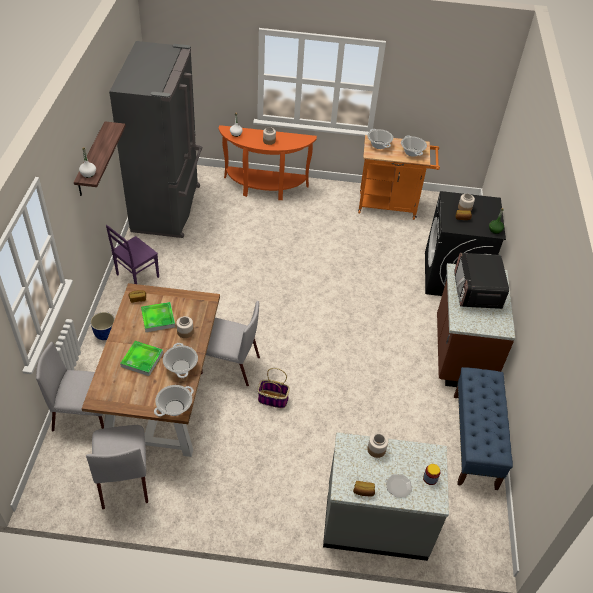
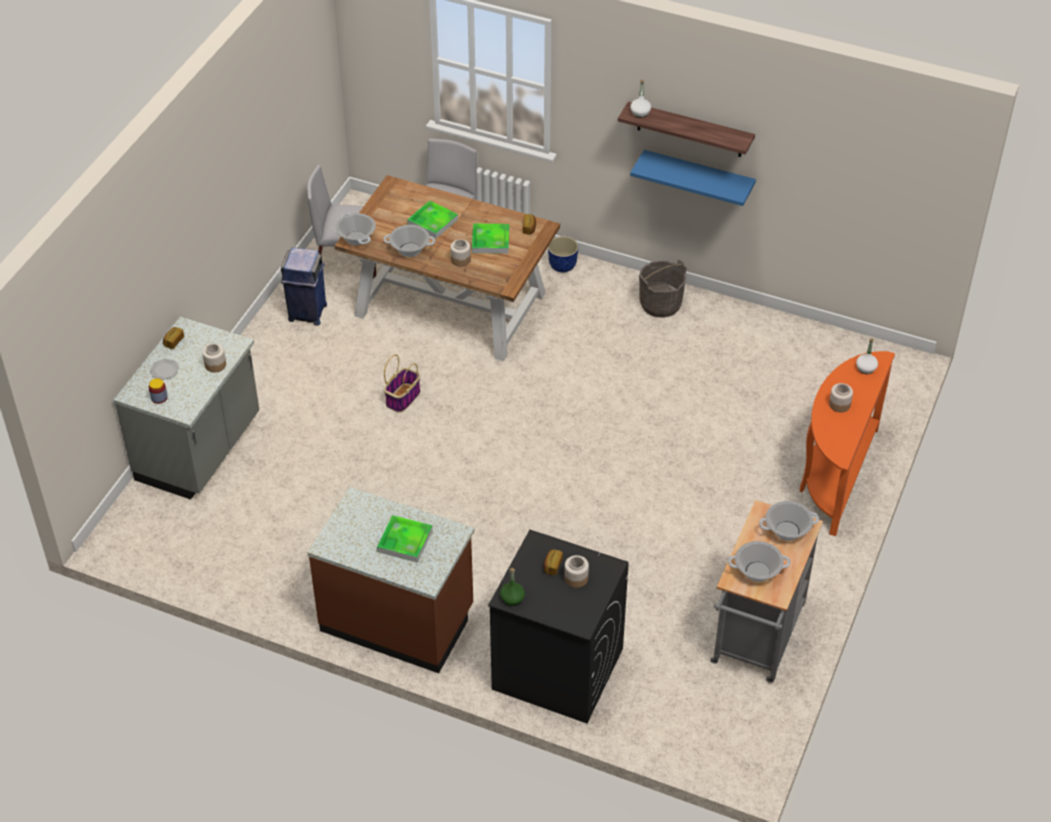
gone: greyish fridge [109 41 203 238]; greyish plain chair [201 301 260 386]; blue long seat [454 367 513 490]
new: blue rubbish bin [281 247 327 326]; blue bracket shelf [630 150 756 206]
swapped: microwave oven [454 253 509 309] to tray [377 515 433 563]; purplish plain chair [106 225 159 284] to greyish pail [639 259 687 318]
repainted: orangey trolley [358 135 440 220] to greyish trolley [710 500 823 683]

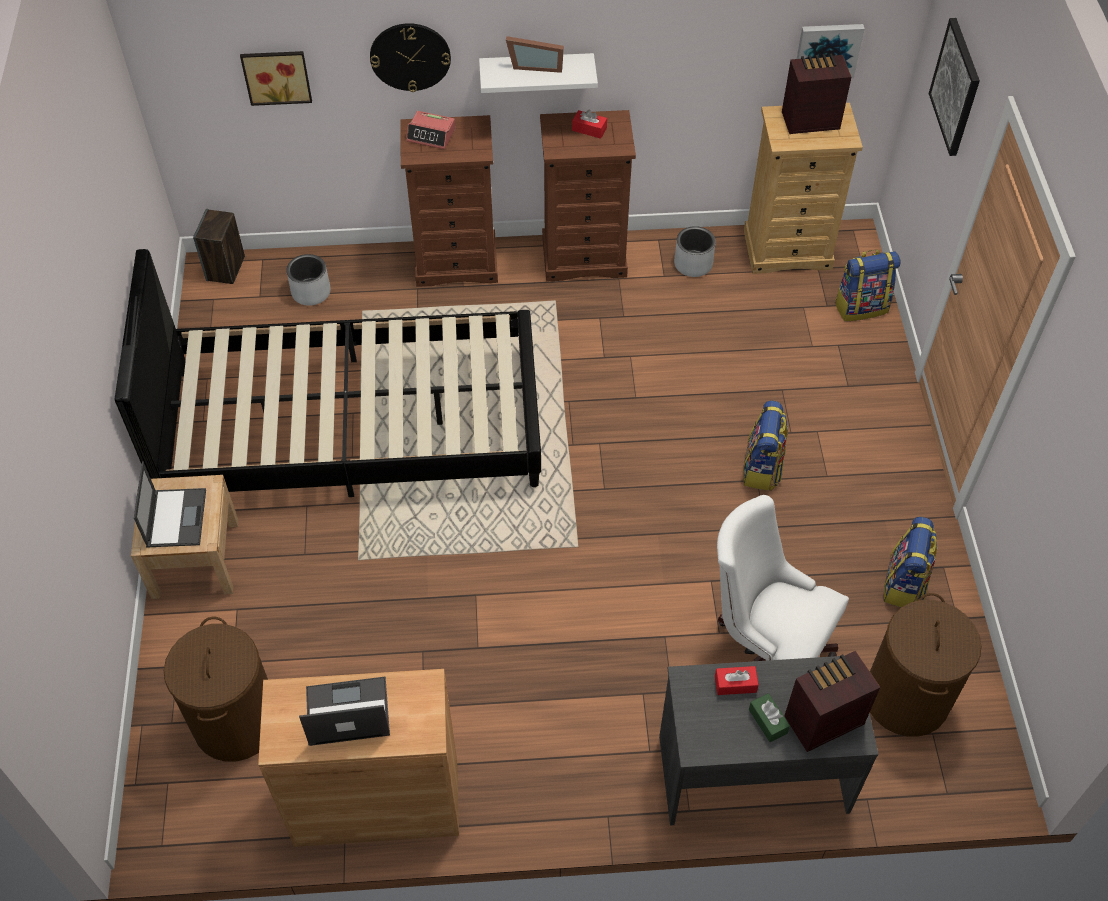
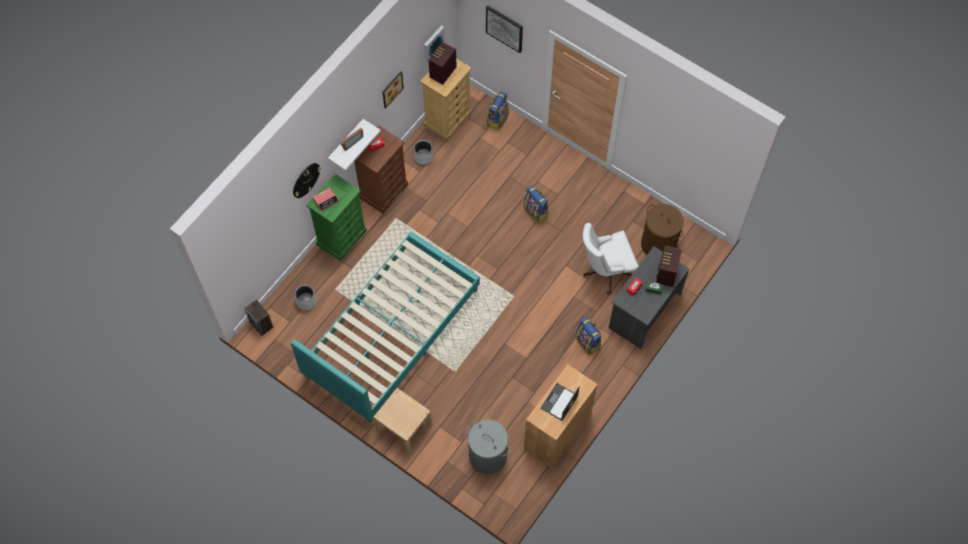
gone: laptop [134 461 206 548]
shifted: wall art [240 51 312 106] to [382 71 404 108]; knapsack [884 516 937 607] to [575 317 602 355]
repainted: black bedroom bed [115 249 541 497] to turquoise-coloured bedroom bed [291 232 480 423]; brown-coloured dresser [400 115 498 287] to green dresser [306 174 367 261]; brown-coloured hamper [164 617 268 762] to greyish hamper [466 420 510 474]

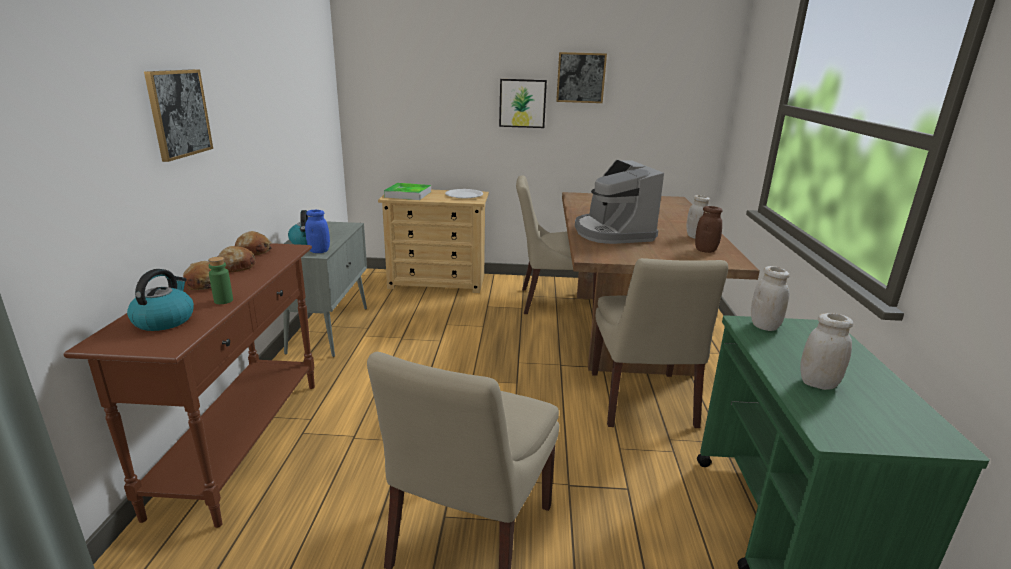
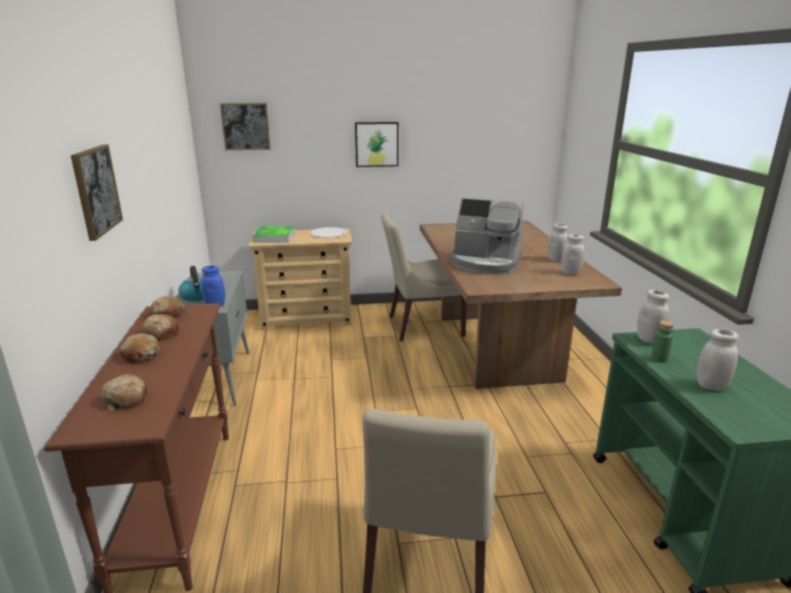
gone: beige-coloured plain chair [592 258 728 428]
shifted: wall art [556 52 607 103] to [220 103 271 150]; green bottle [208 257 233 304] to [651 321 674 363]
swapped: kettle [127 269 194 331] to bread [100 374 147 410]
repainted: brown-coloured jar [695 206 723 253] to whitish jar [561 234 584 275]
rotated: coffee brewer [575 160 664 244] = [450 197 524 274] 45 degrees counterclockwise

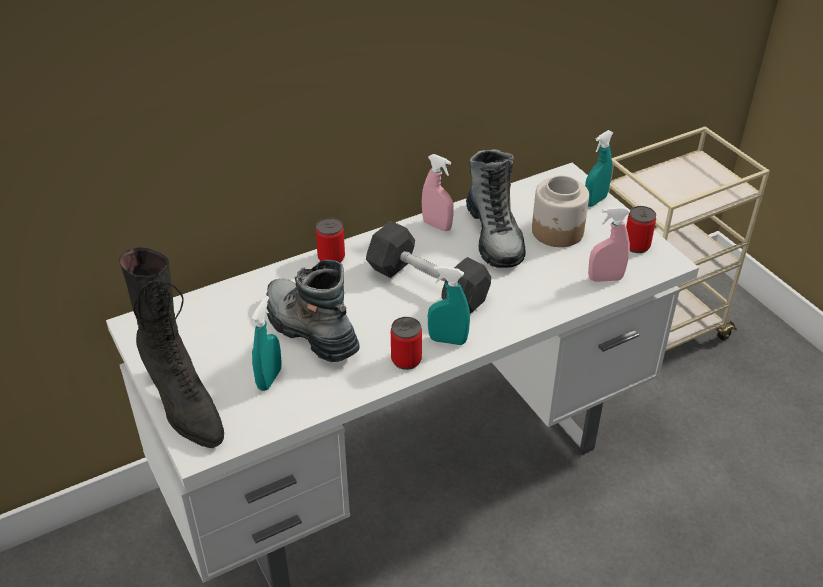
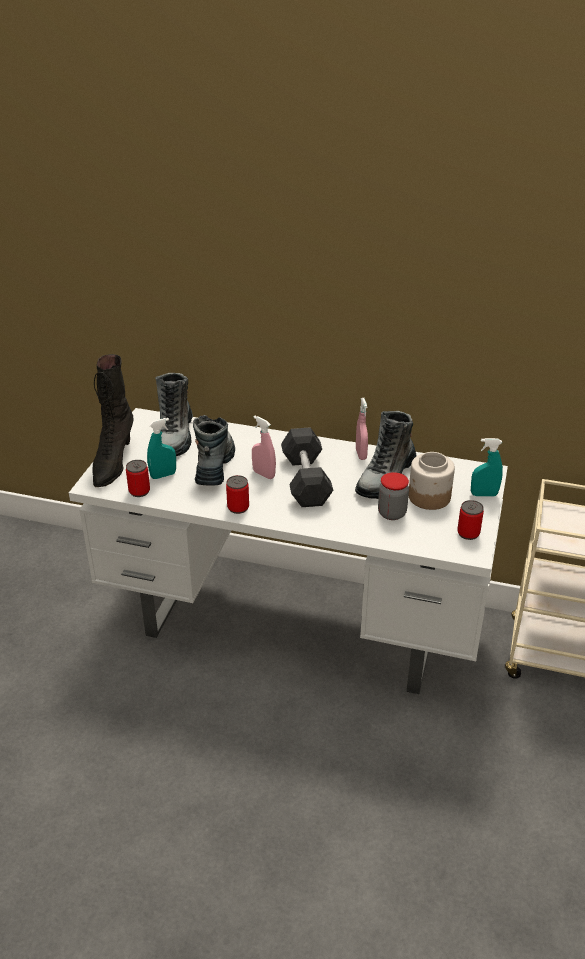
gone: turquoise-coloured sprayer [428 266 470 345]
new: tall boot [156 373 193 456]; jar [378 472 409 520]
shifted: metal can [316 217 345 263] to [126 460 150 497]; pink sprayer [588 207 630 282] to [252 416 276 479]

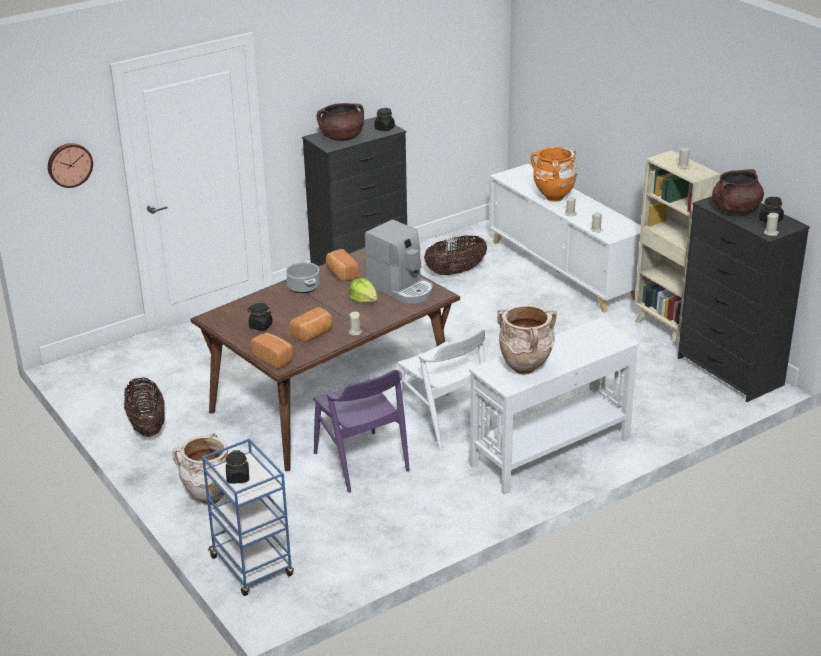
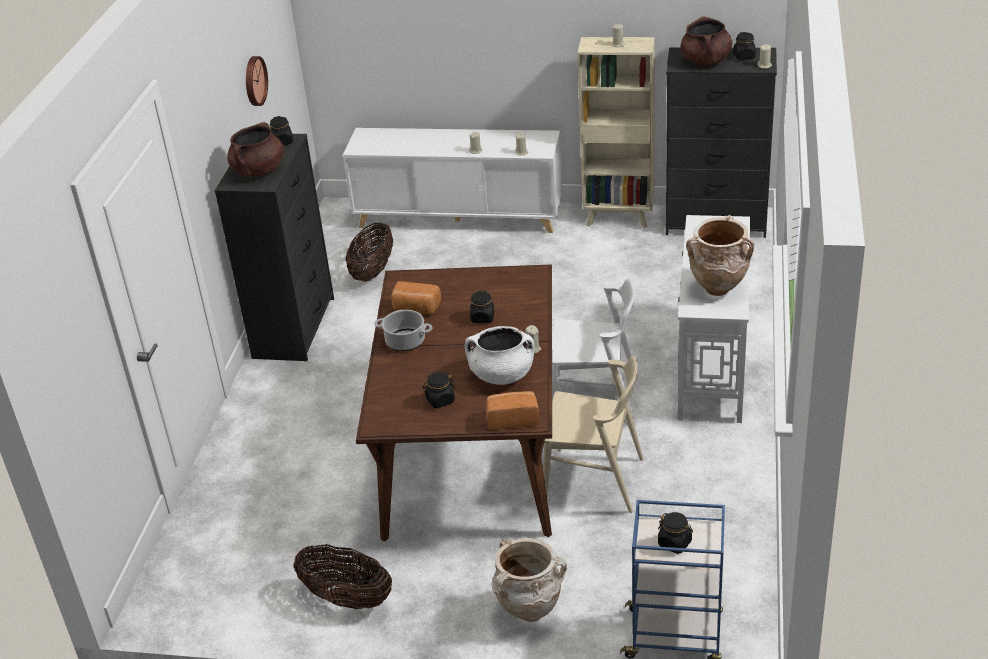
gone: coffee brewer [365 219 433 303]; orangey vase [530 147 578 202]
shifted: hanging clock [48 143 93 188] to [246 56 268 106]
swapped: bread [290 307 333 342] to whitish saucepot [464 326 535 385]; lettuce head [349 278 378 303] to black jar [470 290 494 323]
repainted: purplish plain chair [313 370 410 493] to beige-coloured plain chair [543 356 644 513]

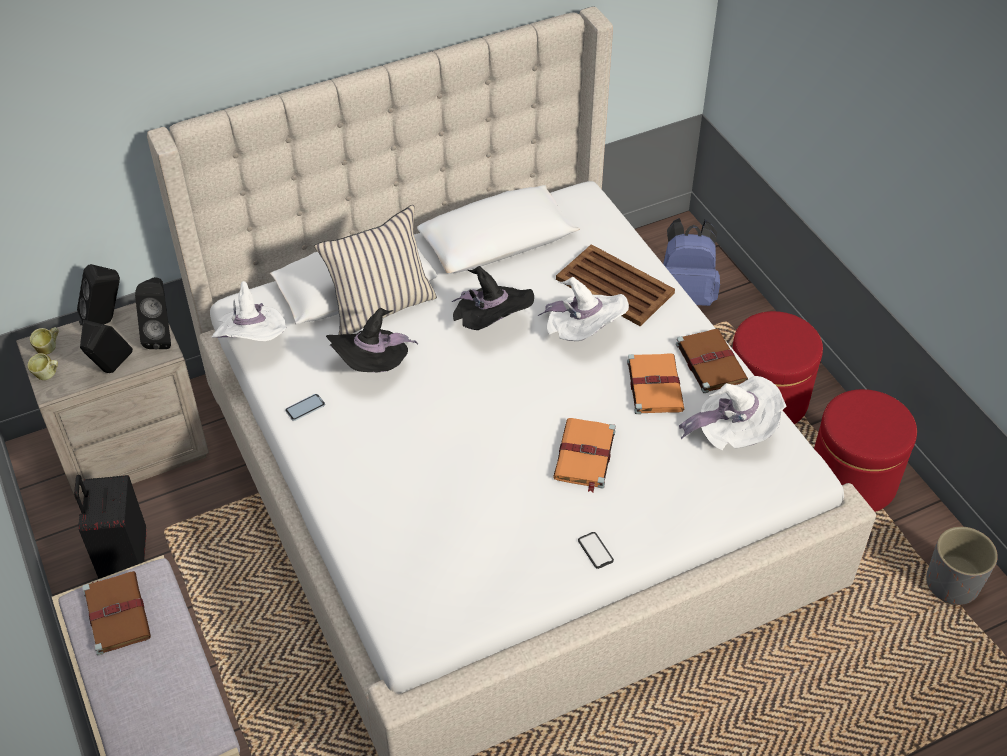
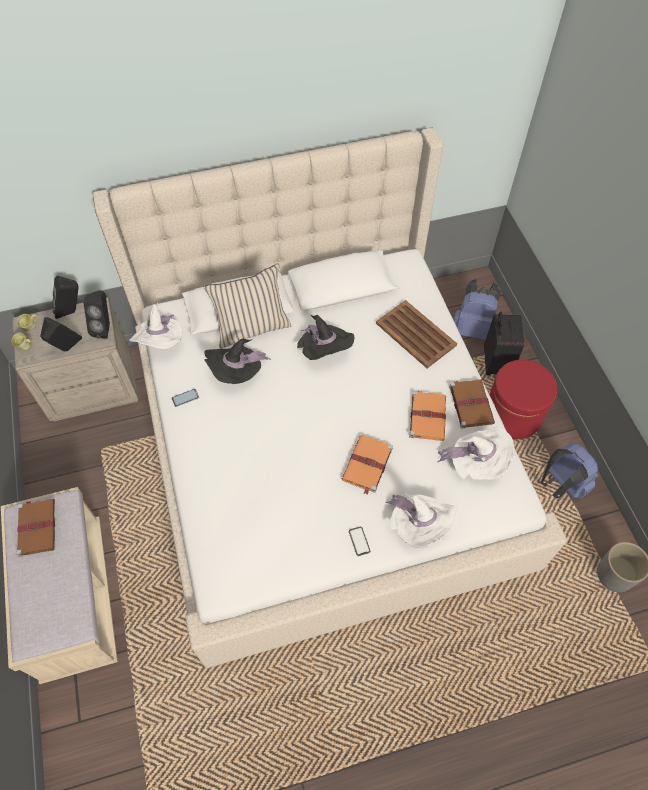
shifted: whitish hat [538 277 629 341] to [385 492 458 548]; black suitcase [74 475 146 579] to [484 311 524 376]
swapped: red pouffe [814 389 917 512] to blue knapsack [541 443 598 499]

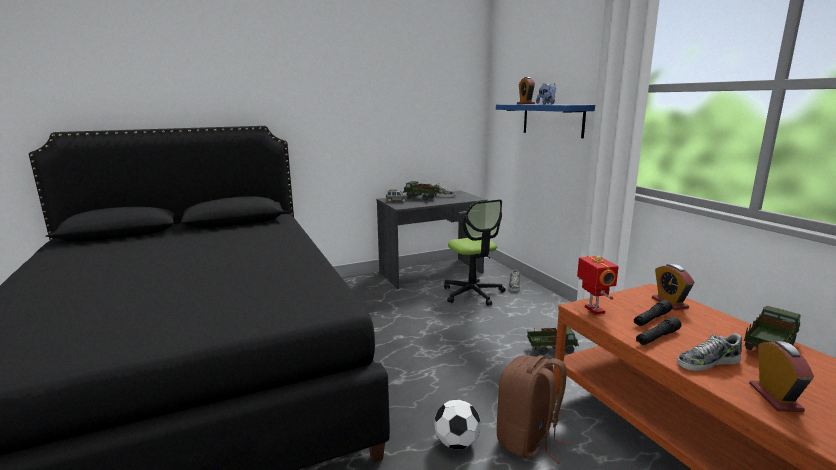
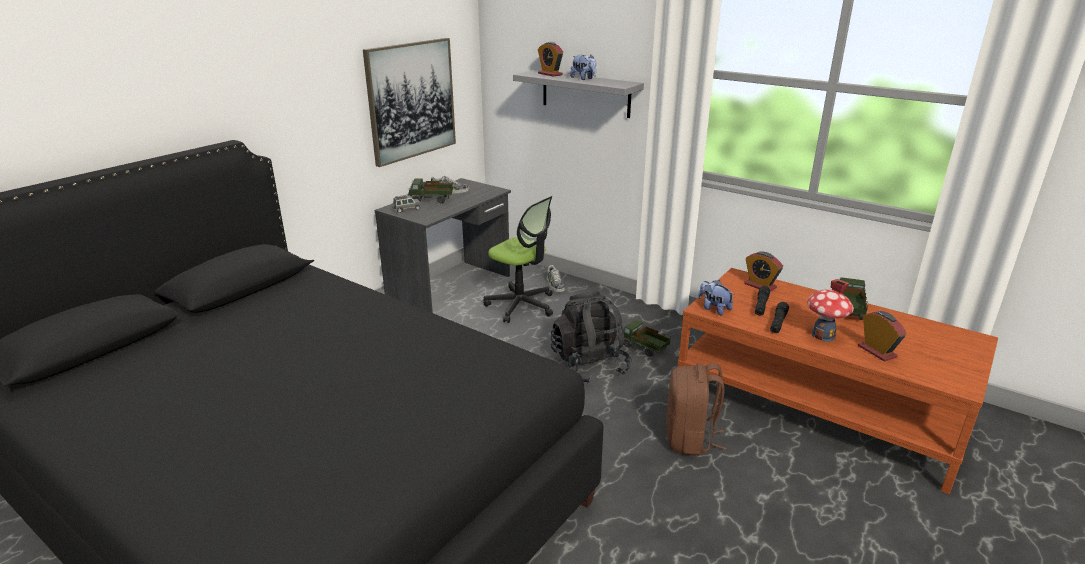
gone: ball for football [434 399 481 449]
new: wall art [363 38 456 167]; black knapsack [551 291 632 383]
swapped: robot figure [577 256 619 315] to plush toy [698 280 734 315]; item of footwear [677 333 742 371] to model house [807 279 854 342]
repainted: blue bracket shelf [496 104 595 138] to greyish bracket shelf [513 70 644 118]
rotated: model truck [527 326 579 355] = [623 320 671 357] 105 degrees counterclockwise

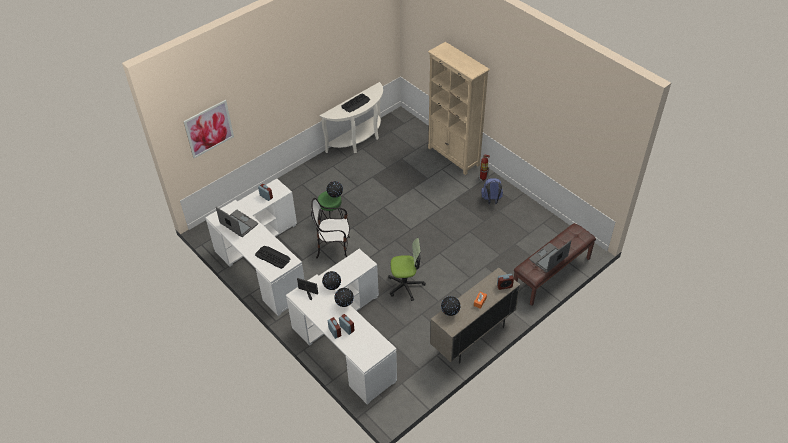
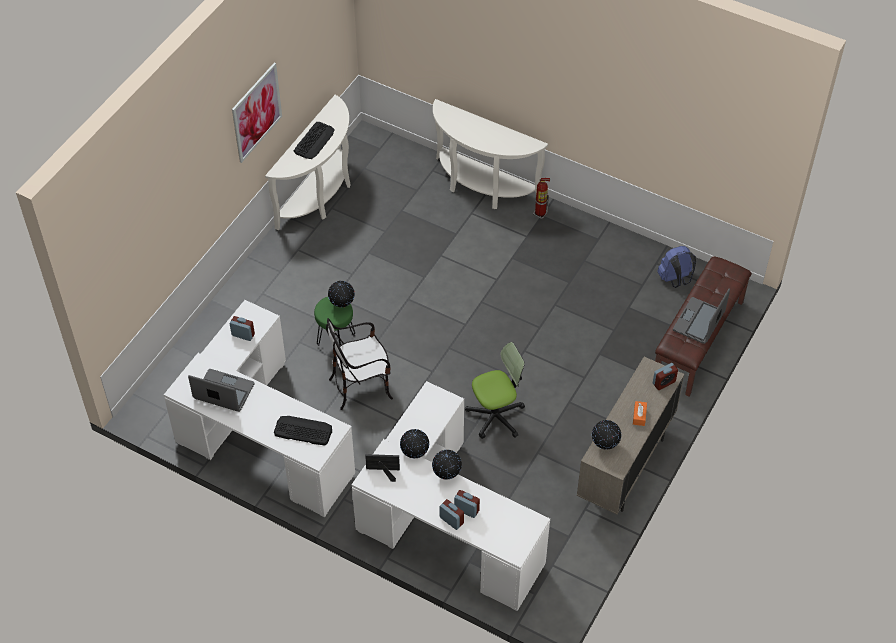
shifted: wall art [183 100 234 158] to [232 63 282 163]; blue knapsack [481 178 503 204] to [657 246 696 288]
swapped: beige-coloured bookshelf [428 42 490 175] to whitish console table [433 99 548 209]

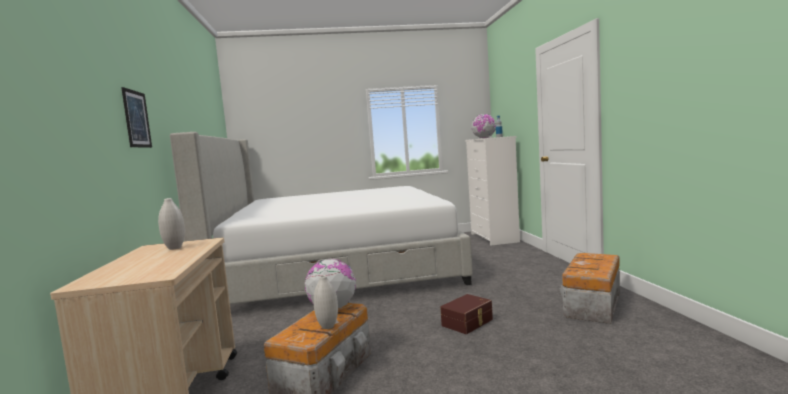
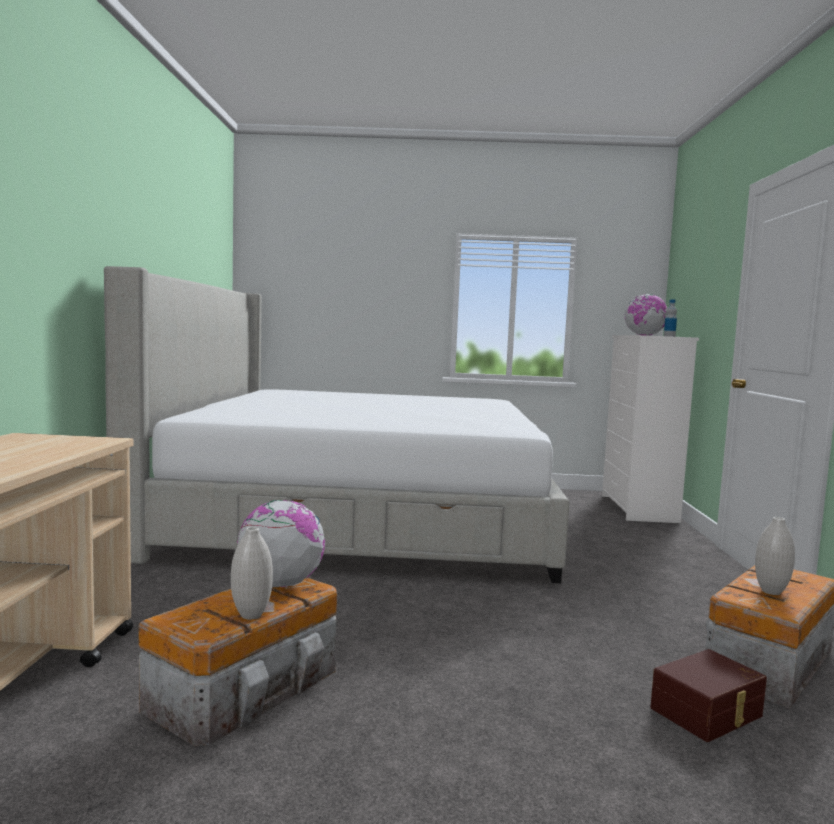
gone: wall art [121 87 152 148]
shifted: brown-coloured storage box [440 294 493 334] to [650 649 767 742]; whitish vase [158 198 185 250] to [755 517 795 595]

